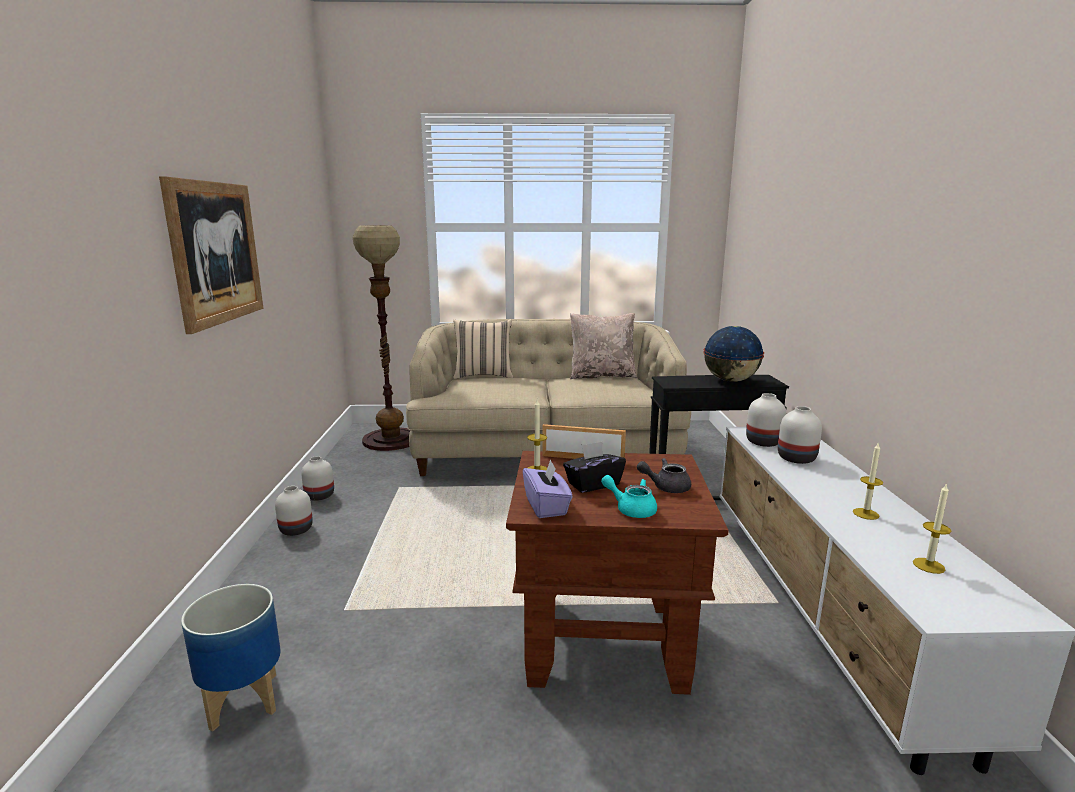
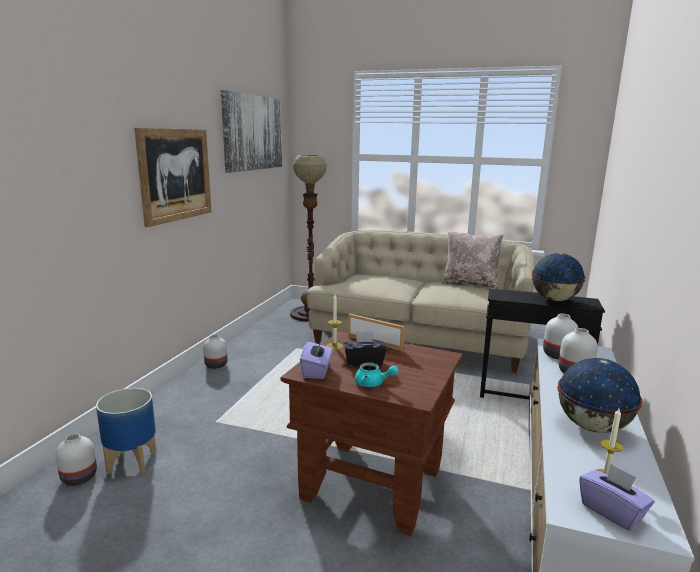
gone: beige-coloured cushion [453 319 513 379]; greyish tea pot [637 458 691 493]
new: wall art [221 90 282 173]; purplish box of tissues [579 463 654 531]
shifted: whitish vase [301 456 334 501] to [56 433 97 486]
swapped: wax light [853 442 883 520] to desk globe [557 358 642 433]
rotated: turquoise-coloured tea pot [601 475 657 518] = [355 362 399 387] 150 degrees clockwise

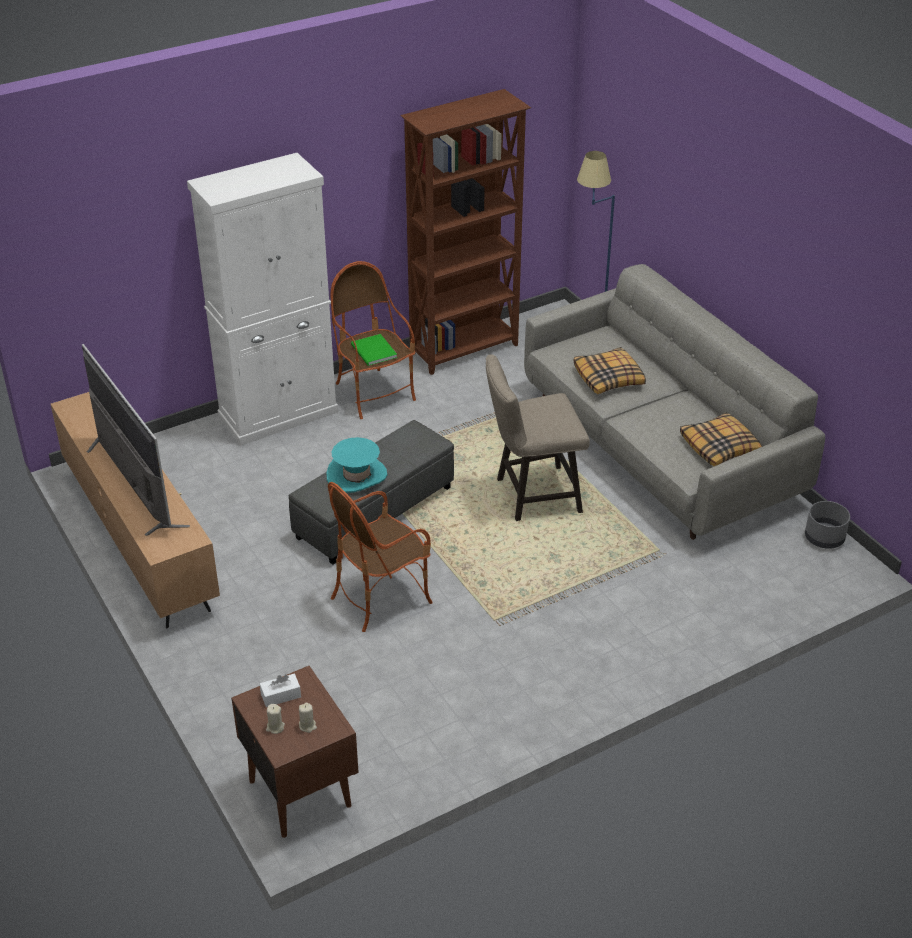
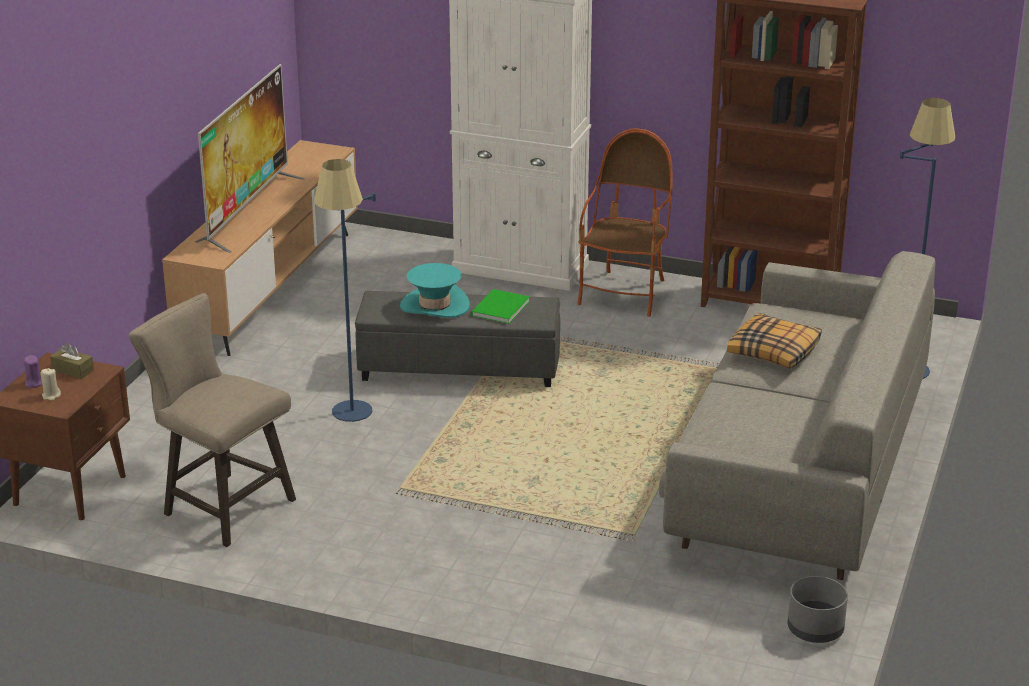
gone: cushion [680 412 762 466]
shifted: beige-coloured stool [486 354 590 521] to [129 293 296 547]; green bound book [351 334 397 366] to [471 289 530 324]
swapped: lounge chair [328 482 433 632] to blue floor lamp [314 159 376 422]
repainted: beige-coloured wax light [266 704 285 734] to purplish wax light [24 355 42 388]; whitish box of tissues [260 674 301 707] to brown-coloured box of tissues [50 343 94 379]

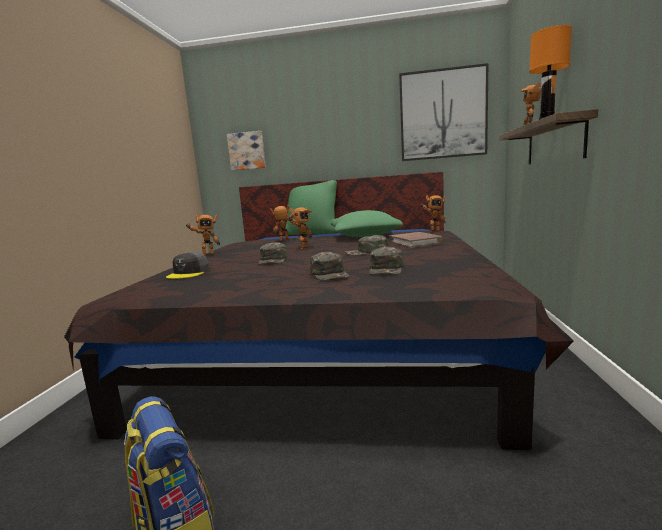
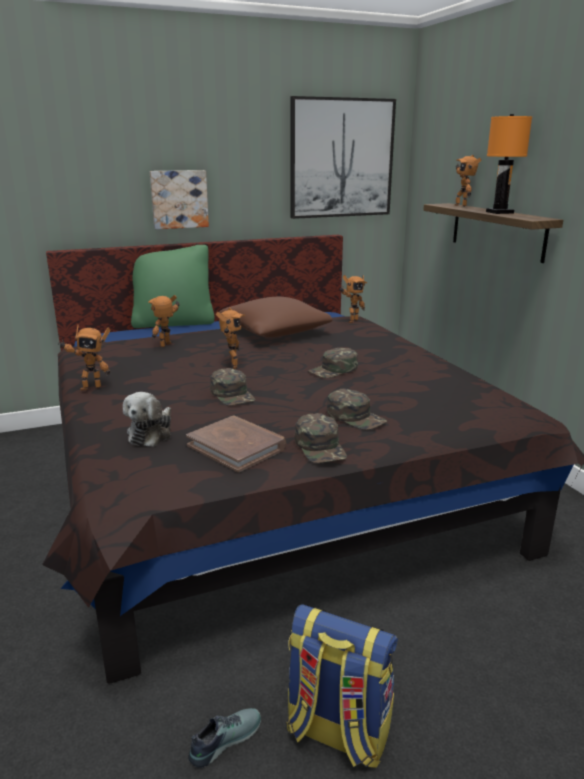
new: item of footwear [188 708 261 768]
shifted: wall art [227 131 266 171] to [150 170 209 229]; brown-coloured bound book [390 232 443 248] to [186 416 286 472]; green cap [369 247 403 275] to [295 413 347 463]
swapped: greyish cap [166 252 210 279] to plush toy [123 392 171 447]
repainted: green cushion [331 210 403 237] to brown-coloured cushion [220 297 333 337]
rotated: robot figure [187 214 220 256] = [59 325 110 391] 45 degrees clockwise

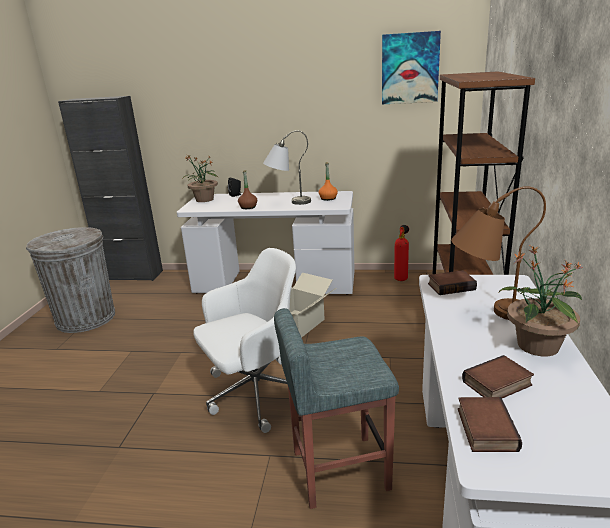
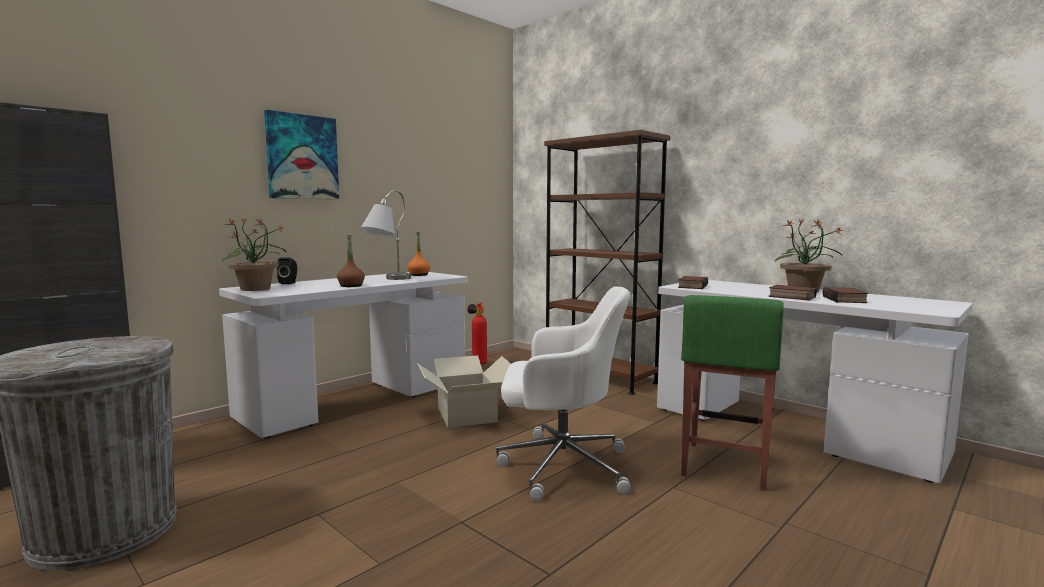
gone: brown-coloured tabletop lamp [451 186 546 320]
shifted: wall art [382 31 441 104] to [264 110 339 200]; bound book [458 397 522 452] to [769 285 817 300]
repainted: greyish stool [274 308 399 509] to green stool [681 295 784 491]
rotated: whitish office chair [193 248 296 433] = [496 286 631 502] 90 degrees clockwise

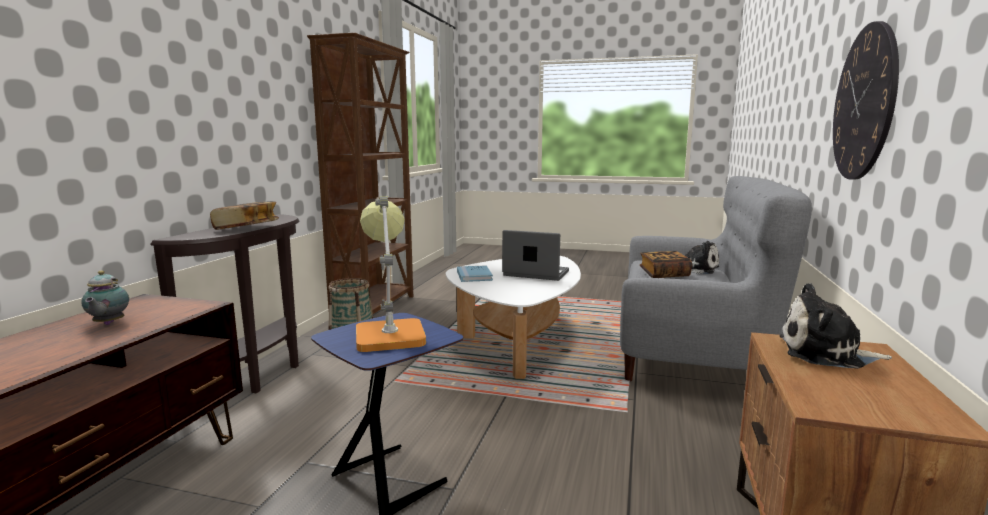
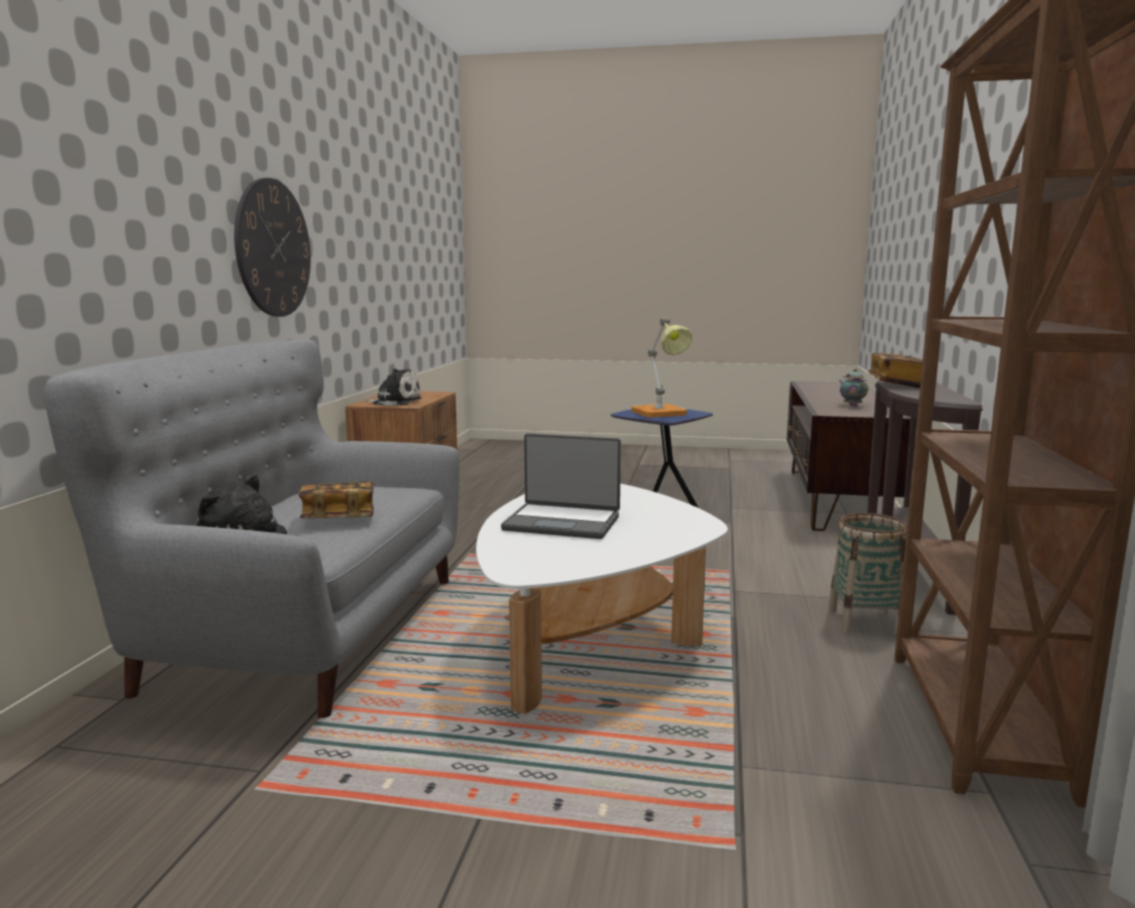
gone: blue bound book [457 265 493 282]

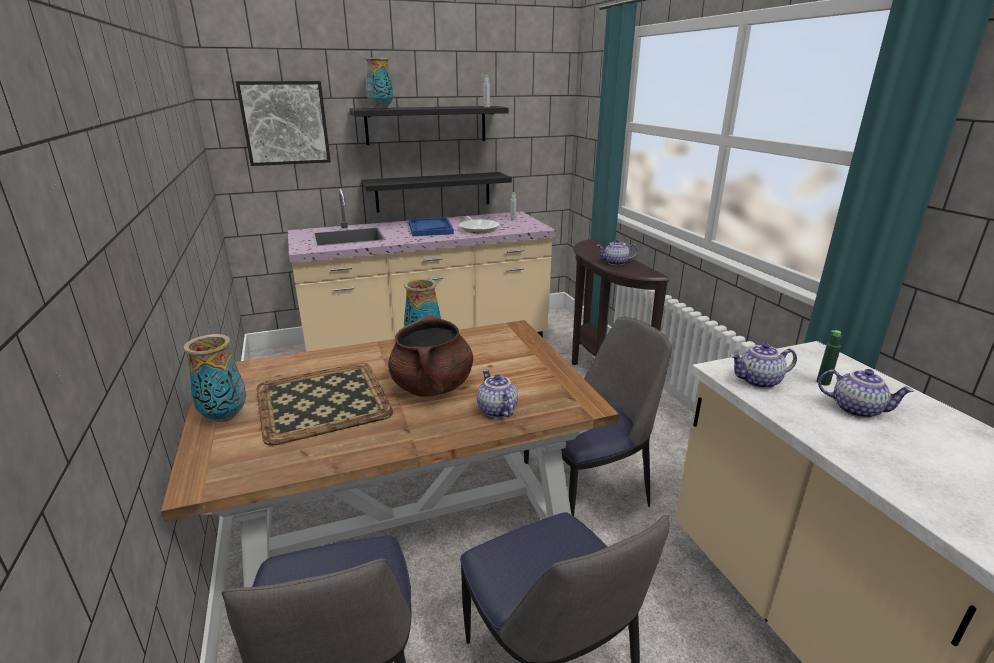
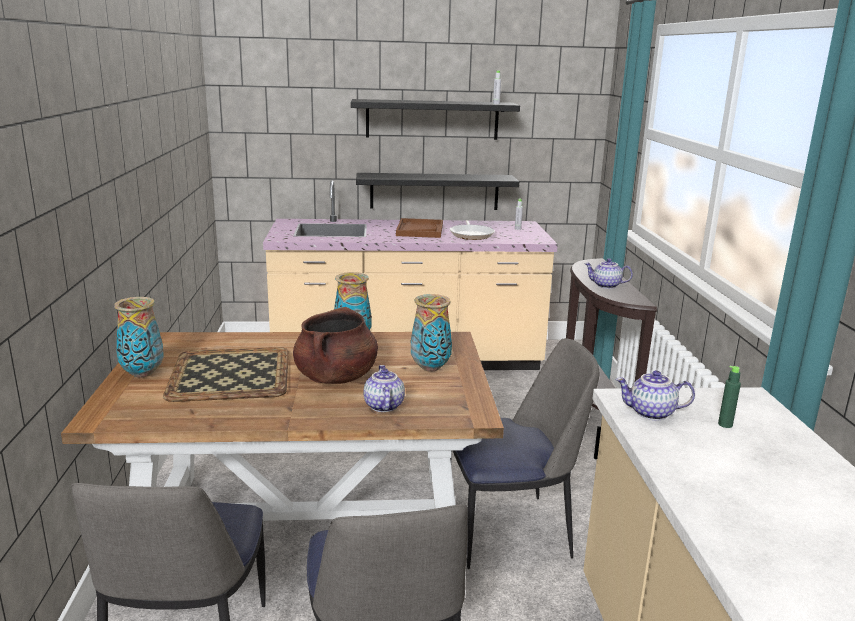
gone: wall art [236 81 331 166]; tea pot [818 369 914 418]
shifted: vase [366 58 393 109] to [411 294 452 372]
repainted: blue tray [409 217 454 236] to brown-coloured tray [396 218 443 238]

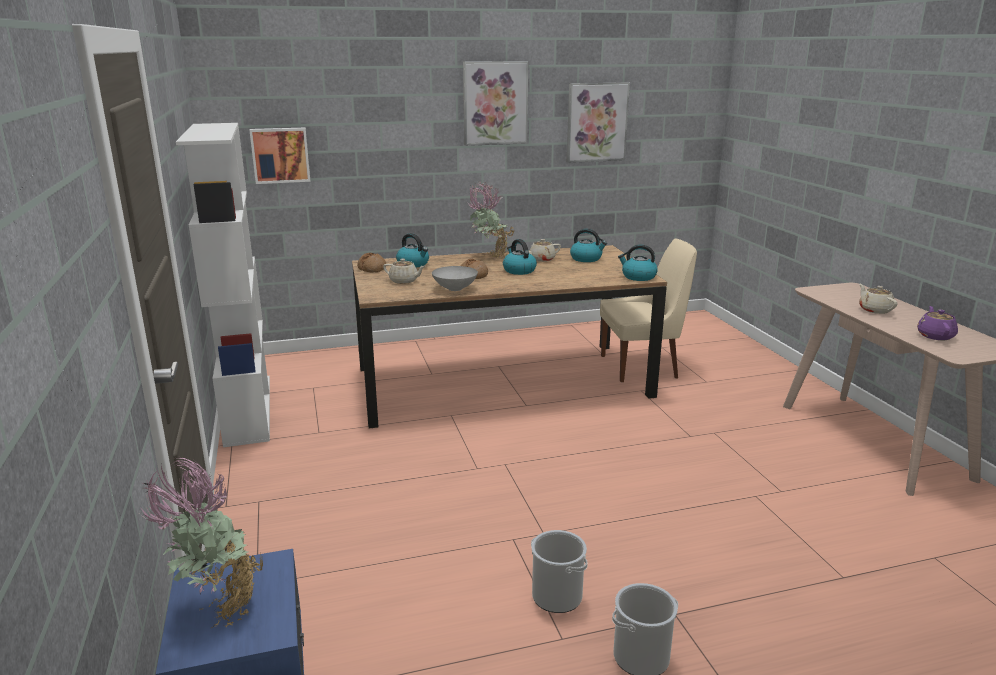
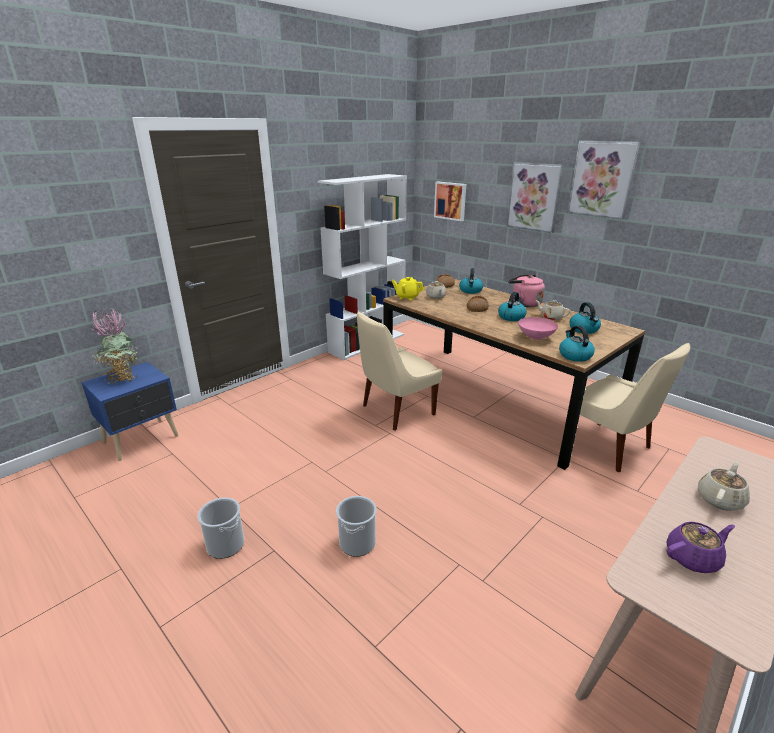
gone: greyish serving bowl [432 266 478 291]
new: beige-coloured plain chair [357 311 442 431]; yellow-coloured tea pot [392 277 424 300]; pink serving bowl [518 317 558 340]
shifted: pail [531 530 588 613] to [336 496 377 557]; wall art [567 82 630 163] to [507 162 564 233]
swapped: houseplant [467 182 514 259] to pink kettle [508 274 545 307]

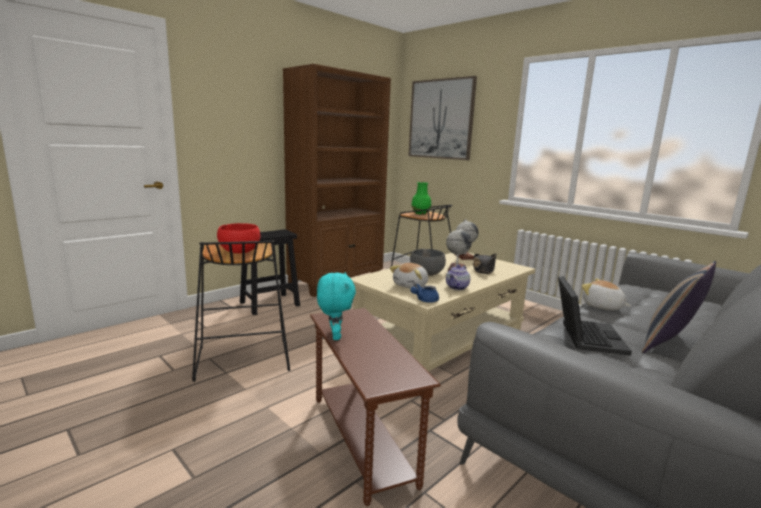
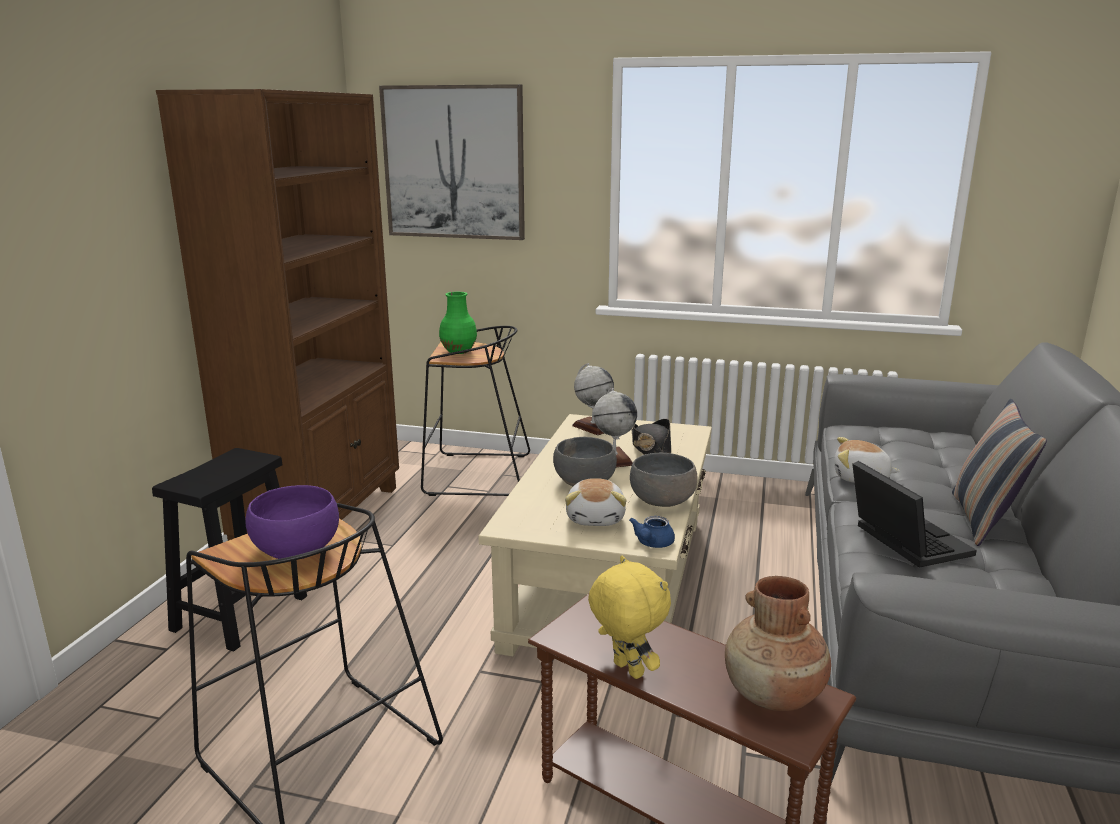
new: brown-coloured vase [725 576 831 711]
swapped: tea pot [446 265 470 290] to greyish serving bowl [630 453 698 507]
repainted: red serving bowl [217 223 260 253] to purplish serving bowl [245 485 339 559]; turquoise-coloured plush toy [317 272 356 340] to yellow-coloured plush toy [588 555 671 679]

